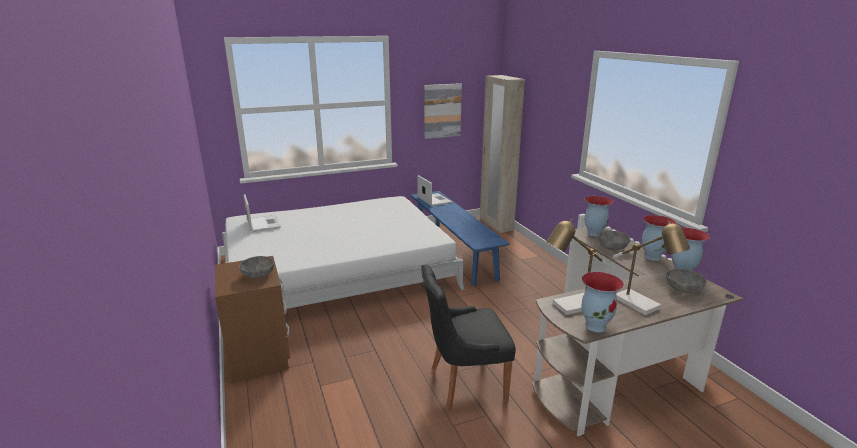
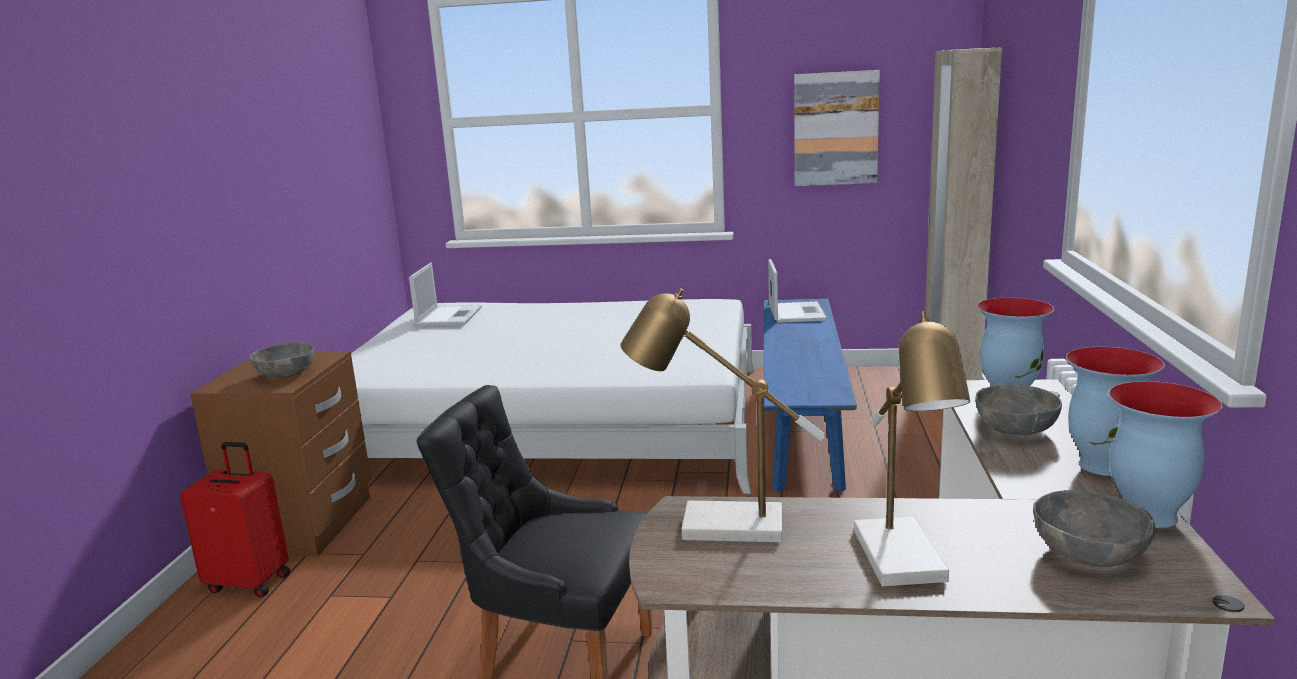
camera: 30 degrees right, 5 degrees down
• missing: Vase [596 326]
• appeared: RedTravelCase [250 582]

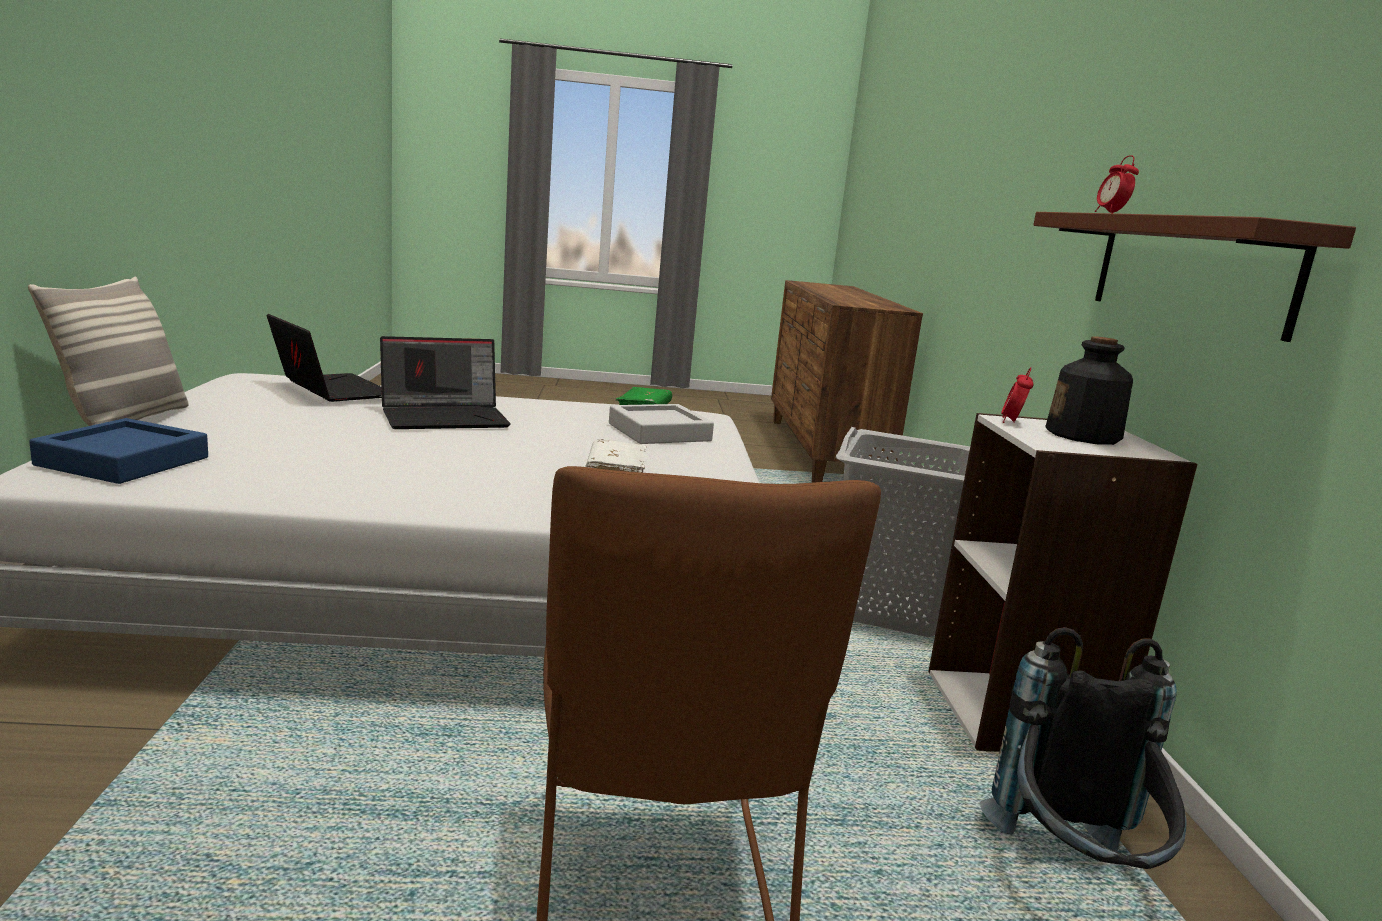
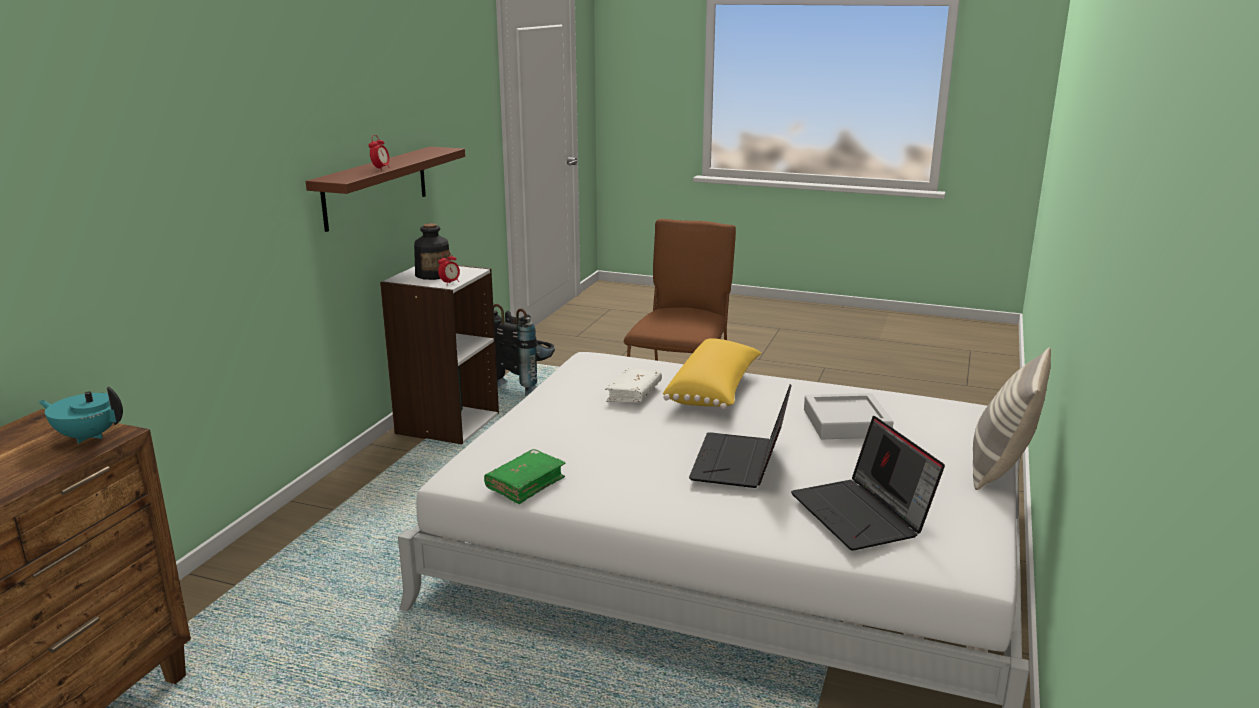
camera: 155 degrees left, 5 degrees up
• missing: BluishServingTray [123 461]
• missing: GreyWashingBasket [887 610]
• appeared: TurquoiseTeapot [88 436]
• appeared: YellowishThrowPillow [715 391]
• relocated: GreyServingTray [659 432] to [846 423]
• spun: NotebookComputer [446 417] = [741 463] 75 degrees counterclockwise

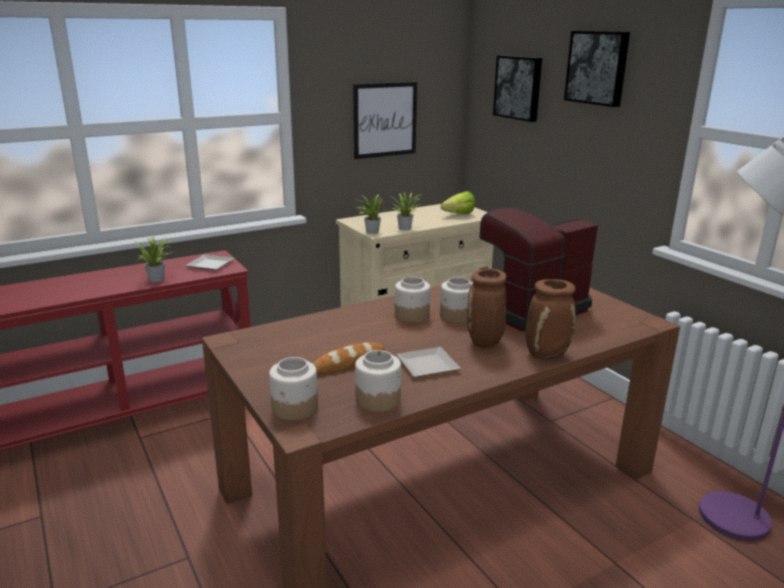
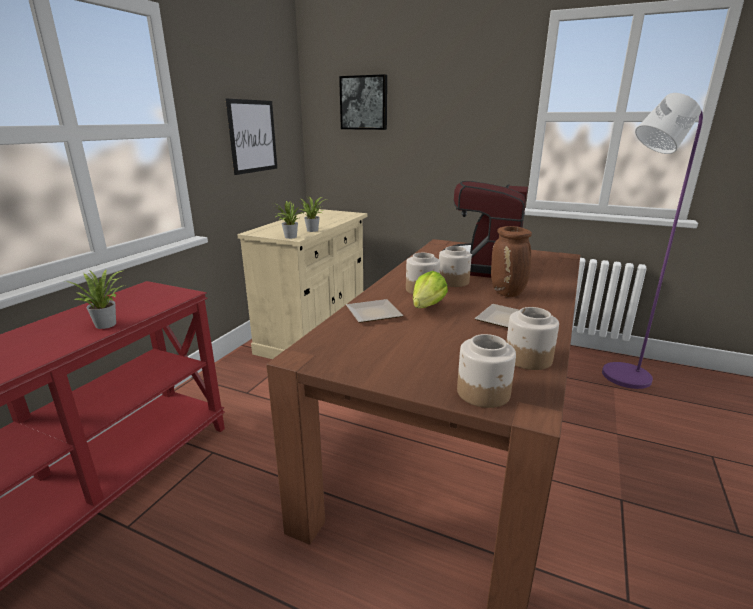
camera: 35 degrees left, 0 degrees up
• missing: Bread [348 362]
• missing: BrownColouredVase [547 354]
• missing: WallPicture [598 67]
• relocated: DinnerPlate [210 264] to [371 313]
• relocated: HeadOfLettuce [455 215] to [424 309]

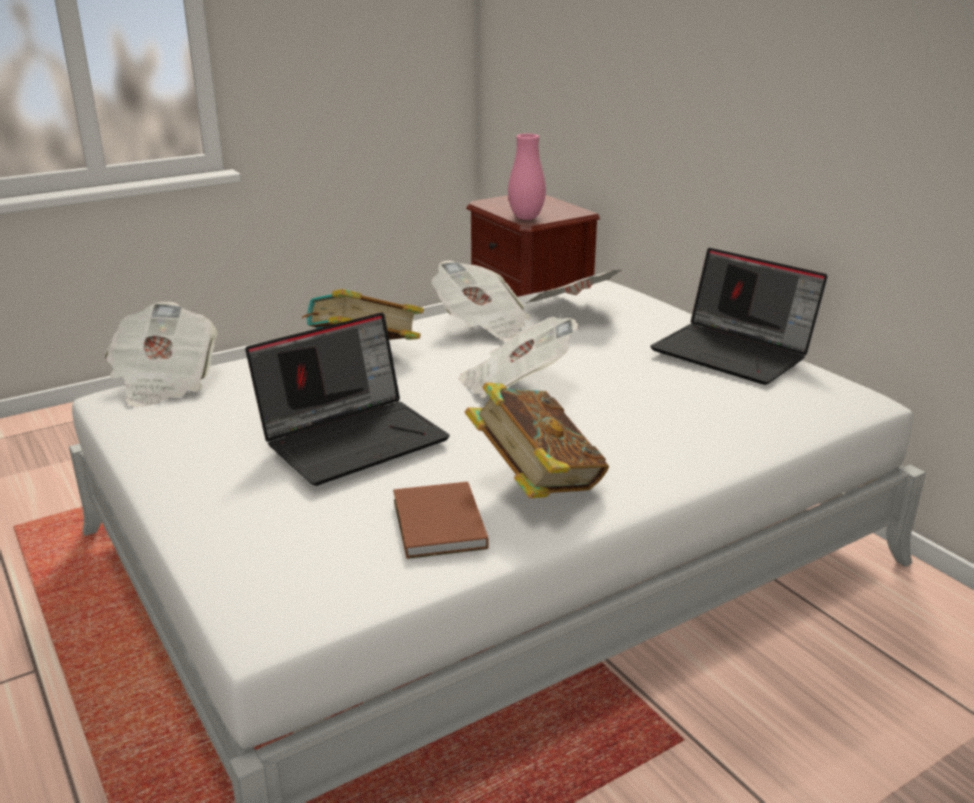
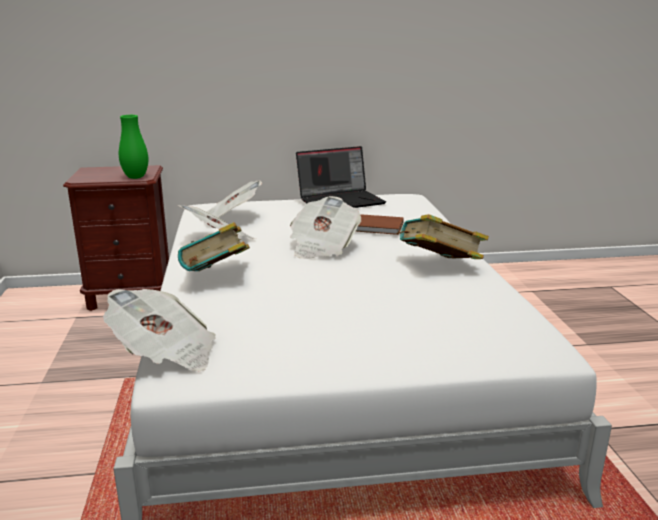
camera: 65 degrees left, 5 degrees down
• missing: NotebookComputer [354 437]
• relocated: BrownColouredVolume [437 525] to [378 227]
• colour: PinkVase [526 218] to GreenVase [136 177]

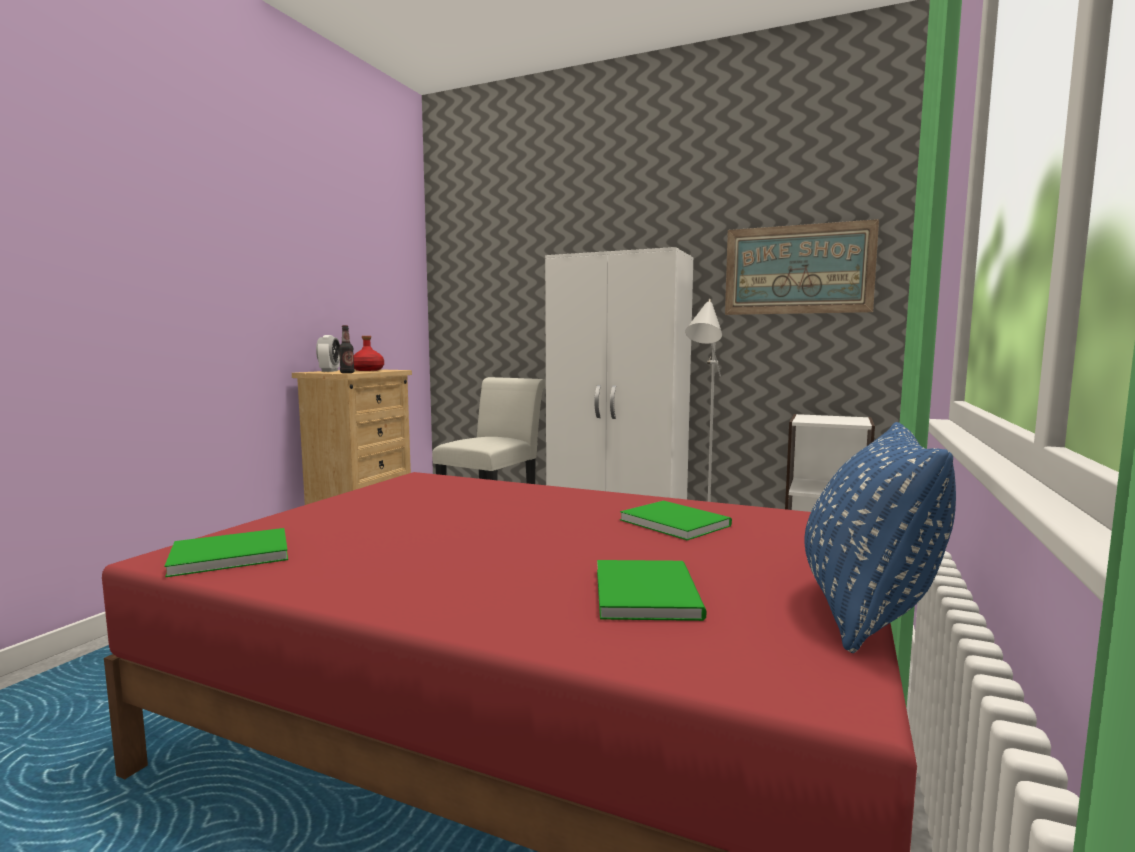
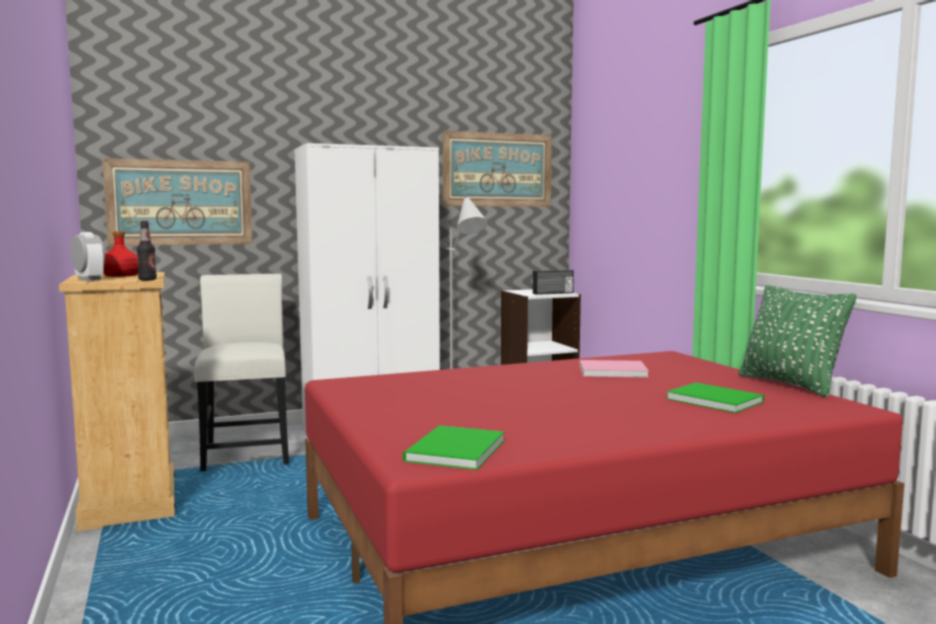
camera: 45 degrees left, 0 degrees up
• appeared: WallPicture [180 202]
• appeared: Radio [553 293]
• colour: GreenVolume [674 522] to PinkVolume [610 371]
• colour: BluishThrowPillow [866 611] to GreenThrowPillow [790 384]

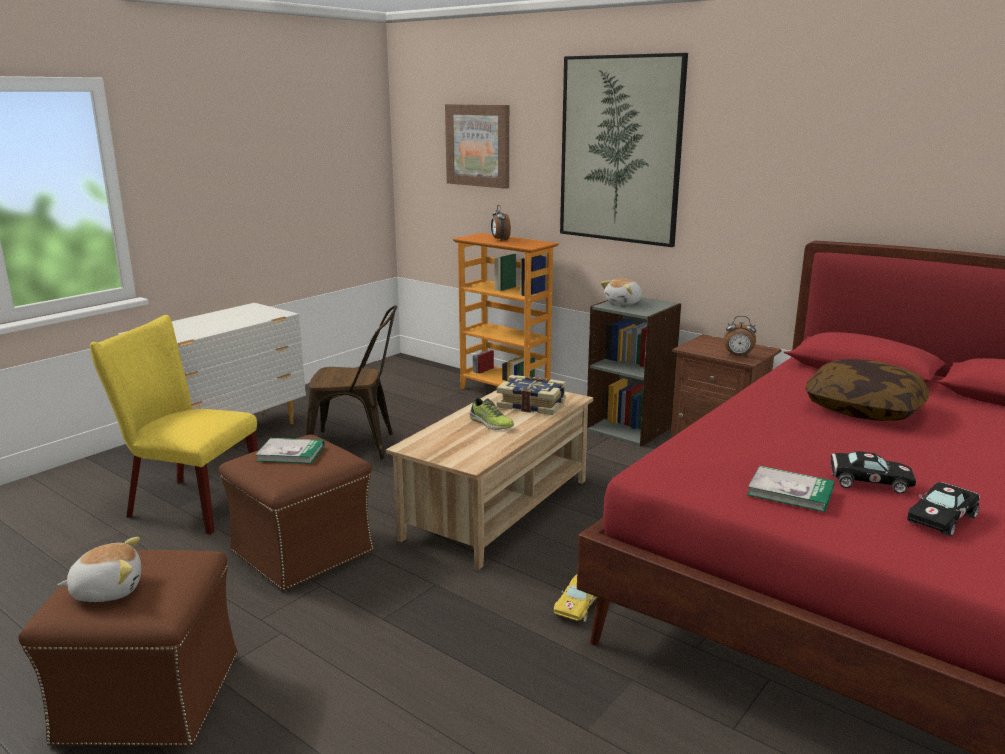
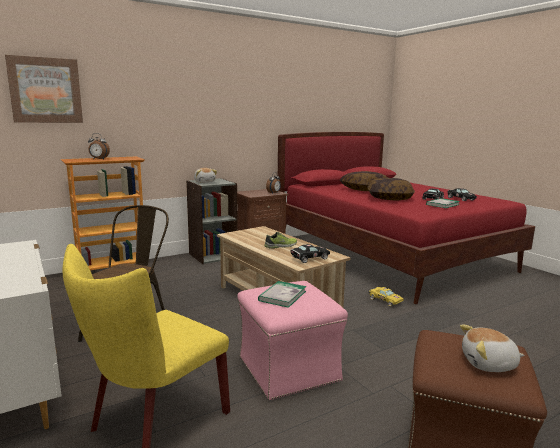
camera: 70 degrees left, 5 degrees down
• missing: Volume [532 404]
• missing: WallPicture [620 150]
• appeared: BlackToyCar [308 258]
• appeared: ThrowPillow [389 198]
• colour: BrownColouredOttoman [303 551] to PinkOttoman [288 368]
• spun: CuddlyToy [108 590] = [489 364] 90 degrees counterclockwise

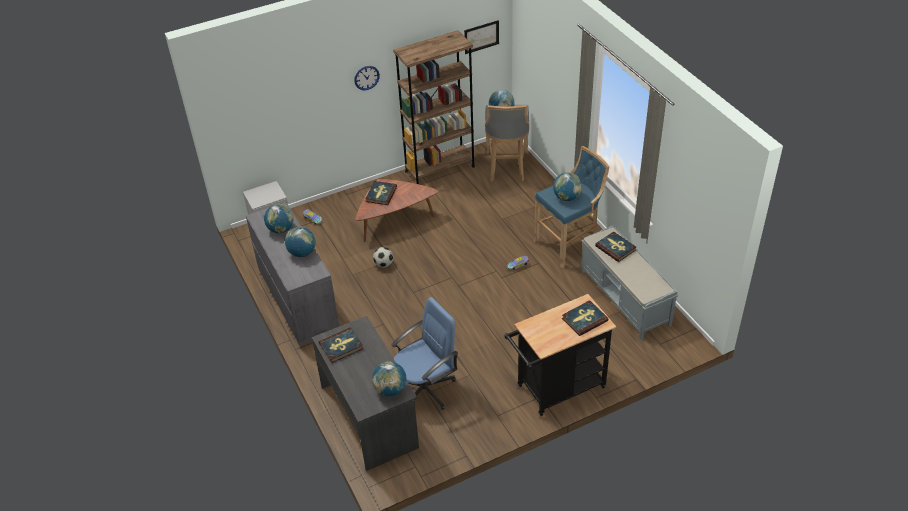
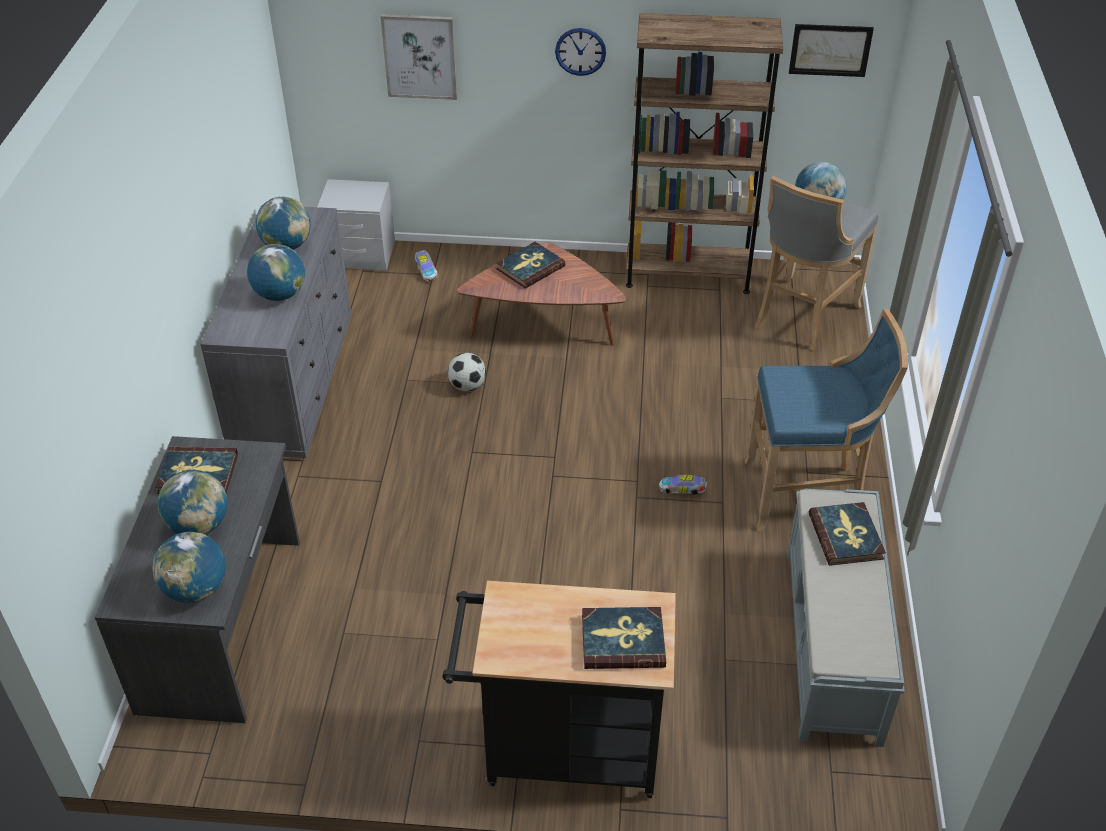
camera: 30 degrees right, 0 degrees up
• missing: BluishOfficeChair [425 389]
• appeared: WallPicture [420 56]
• relocated: Globe [566 197] to [199 525]

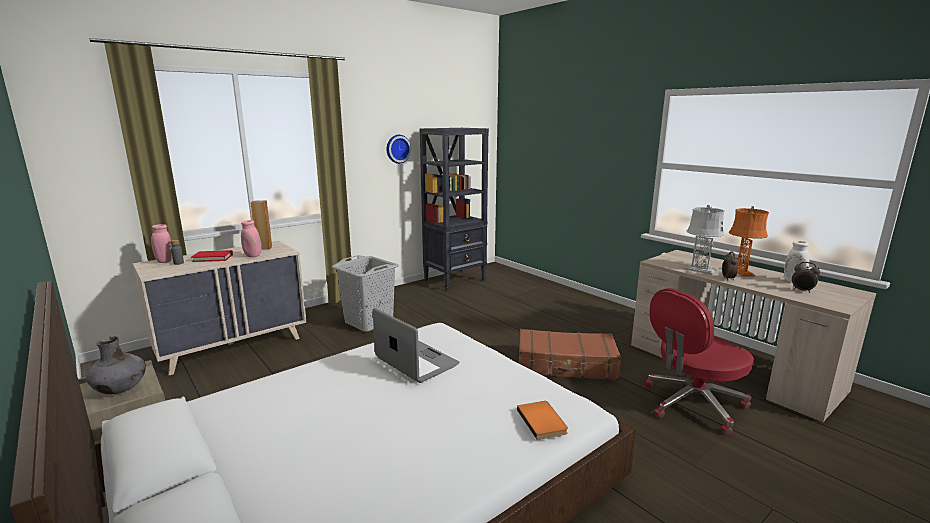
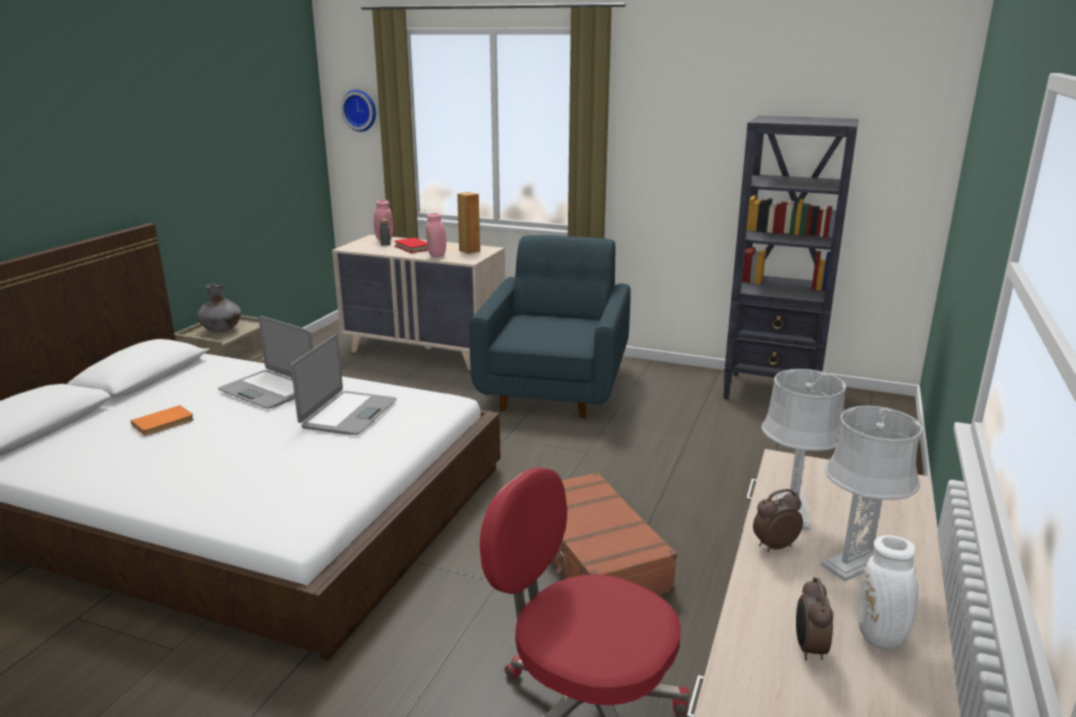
camera: 60 degrees right, 5 degrees up
• appeared: NotebookComputer [268 390]
• relocated: HangingClock [397 149] to [360 110]
• relocated: OrangeyVolume [543 421] to [164 423]
• exchanged: GreyWashingBasket [369 322] to BluishEasyChair [554 387]
• colour: OrangeyTableLamp [741 272] to GreyTableLamp [856 562]

